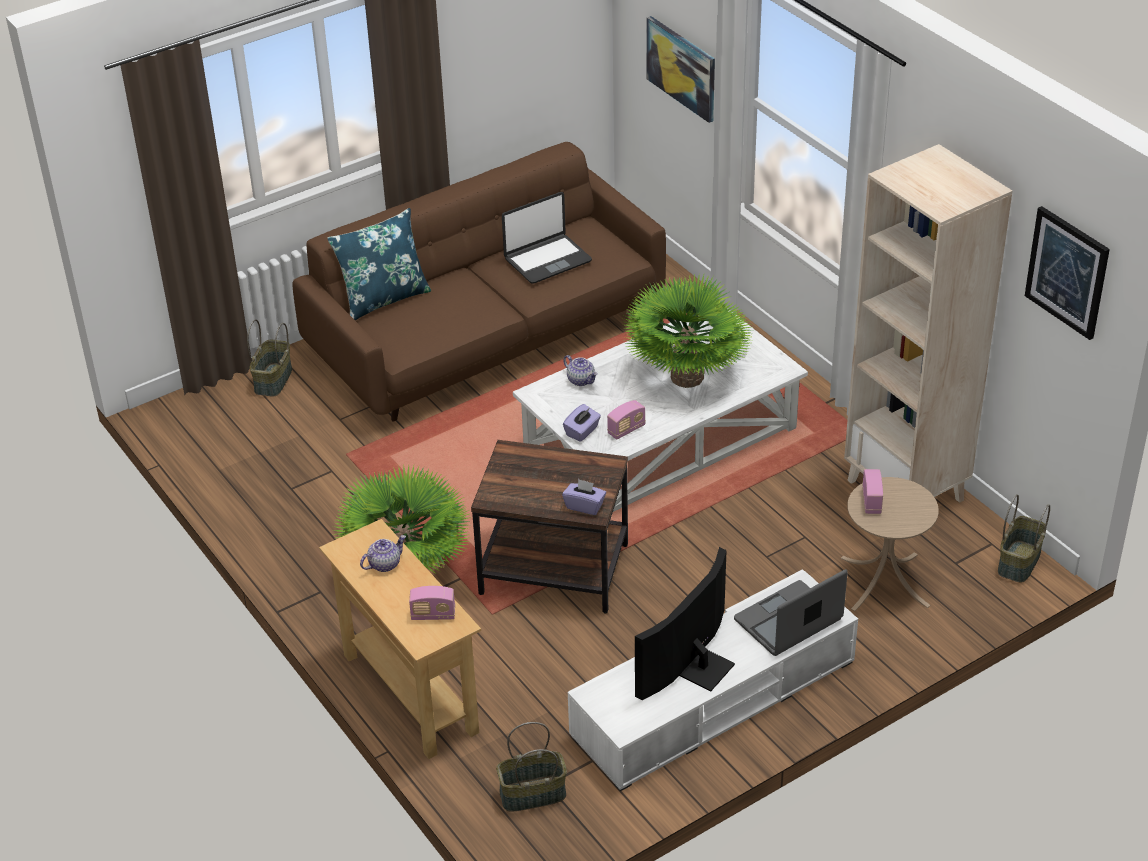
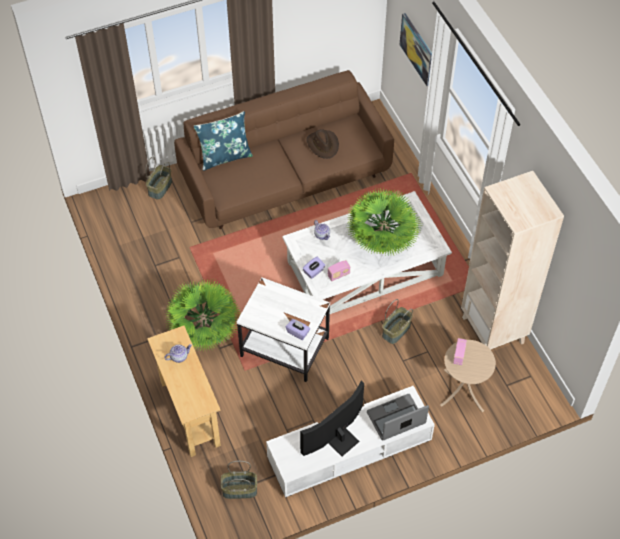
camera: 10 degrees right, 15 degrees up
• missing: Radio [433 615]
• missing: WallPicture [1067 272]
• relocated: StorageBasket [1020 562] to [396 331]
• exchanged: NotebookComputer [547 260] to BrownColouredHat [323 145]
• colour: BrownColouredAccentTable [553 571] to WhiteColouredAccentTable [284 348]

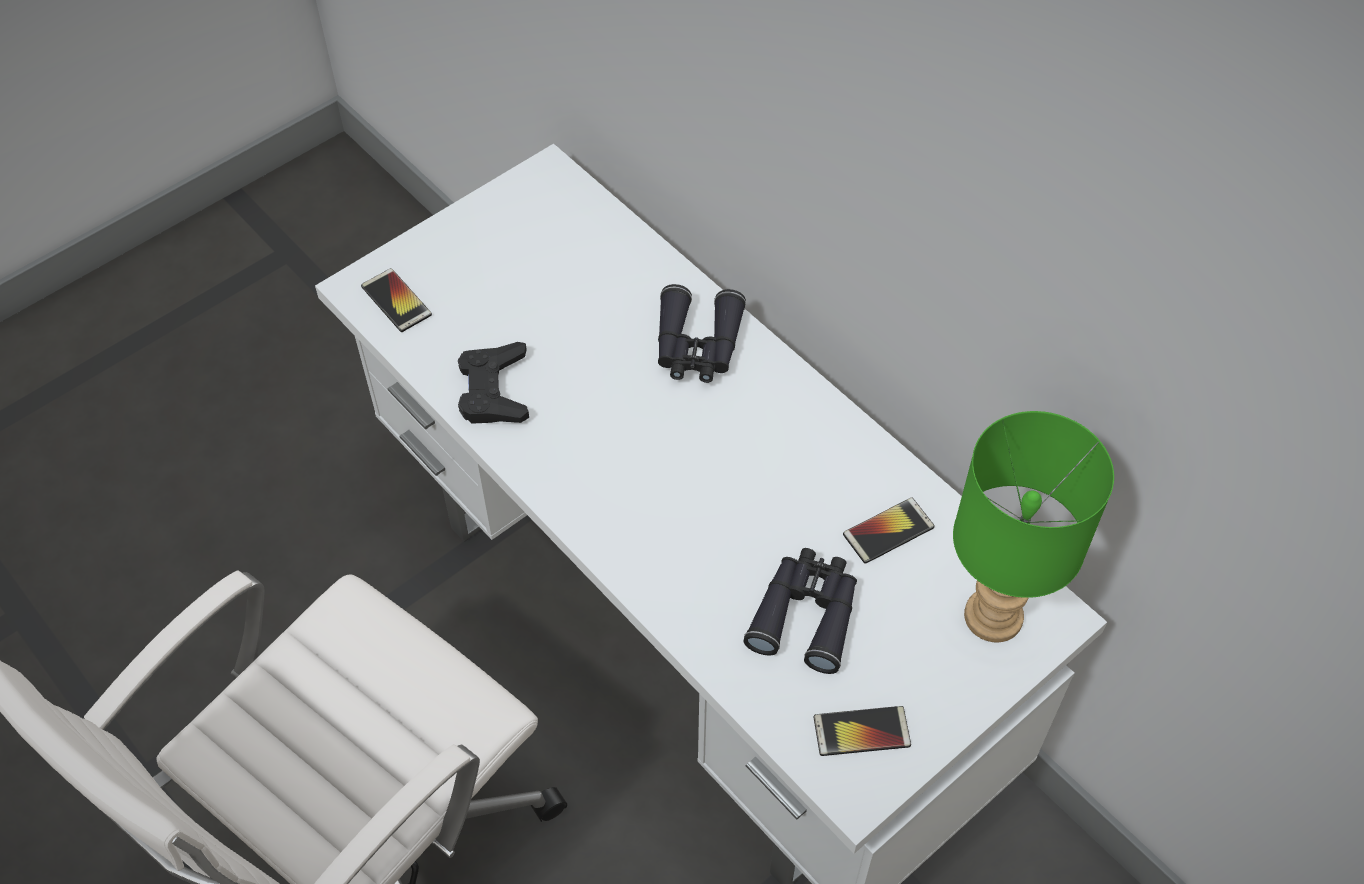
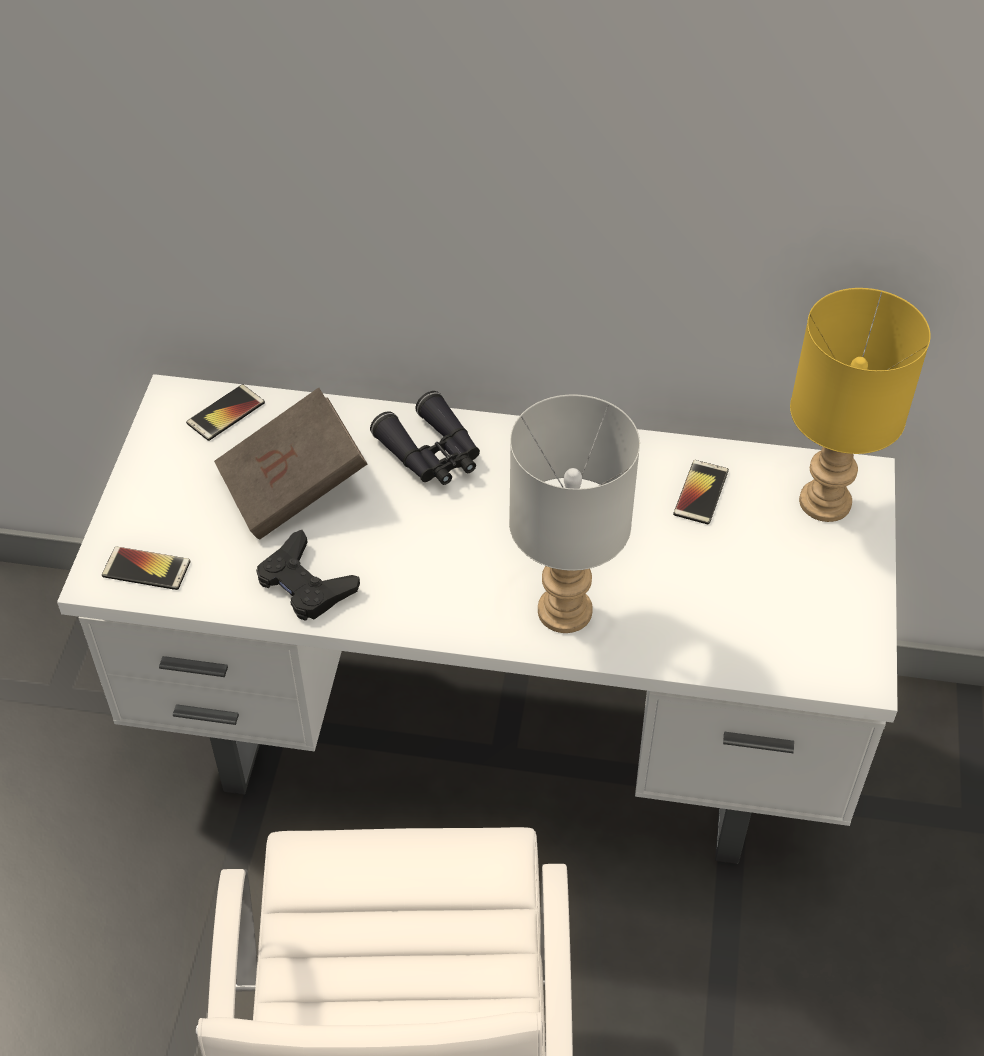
camera: 40 degrees left, 5 degrees down
• missing: BlackFieldGlasses [806 614]
• appeared: BrownColouredVolume [293 487]
• appeared: GreyTableLamp [563 609]
• relocated: Handset [861 731] to [226 413]
• colour: GreenTableLamp [996 616] to YellowishTableLamp [826 501]

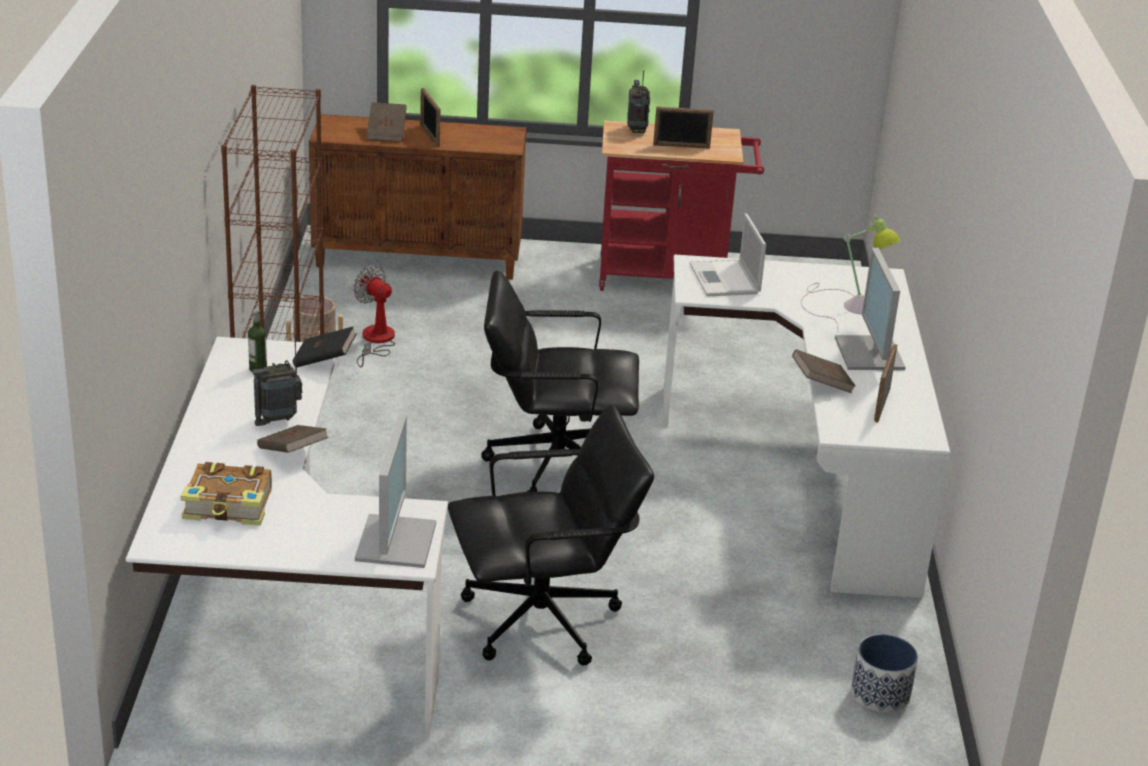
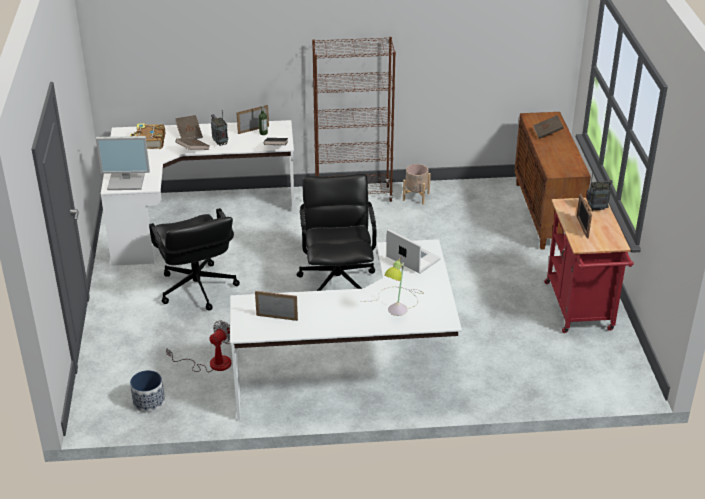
camera: 85 degrees right, 5 degrees up
• missing: ComputerScreen [871 354]
• relocated: CoolingFan [376 341] to [212 363]
• relocated: PhotoFrame [429 135] to [253 129]
• relocated: BrownColouredVolume [821 384] to [189 134]
• spun: NotebookComputer [725 280] = [412 258] 60 degrees clockwise

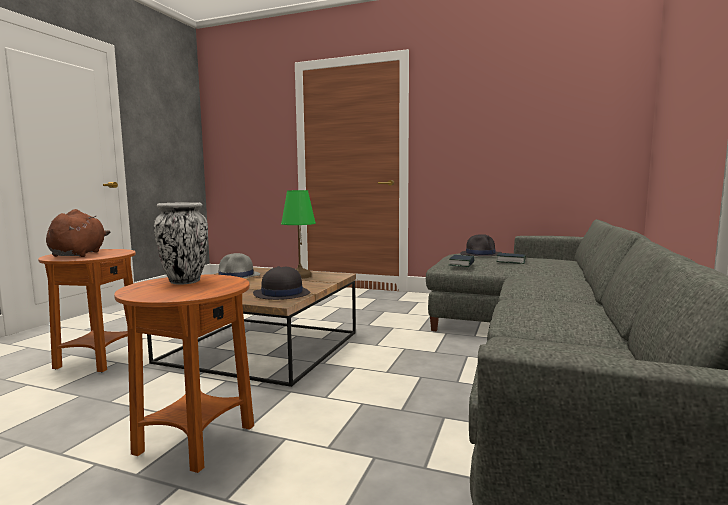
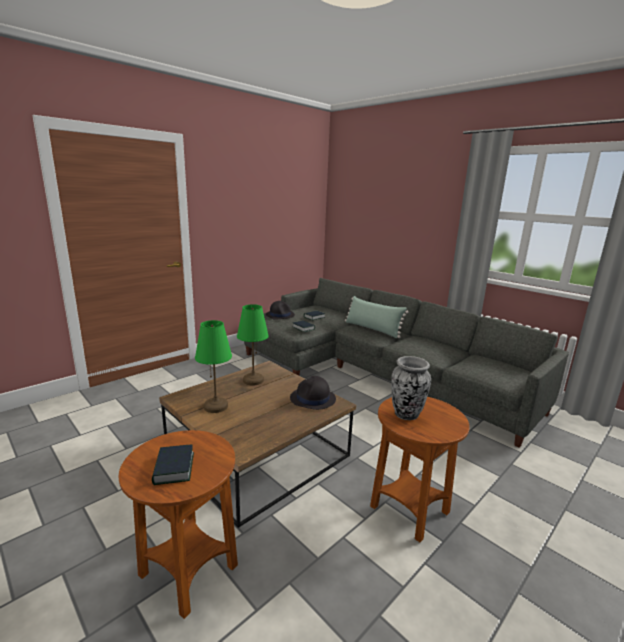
camera: 65 degrees left, 10 degrees up
• appeared: GreenThrowPillow [372 329]
• exchanged: BrownColouredCuddlyToy [79 254] to Volume [174 468]
• exchanged: GreyHat [236 276] to GreenTableLamp [216 406]

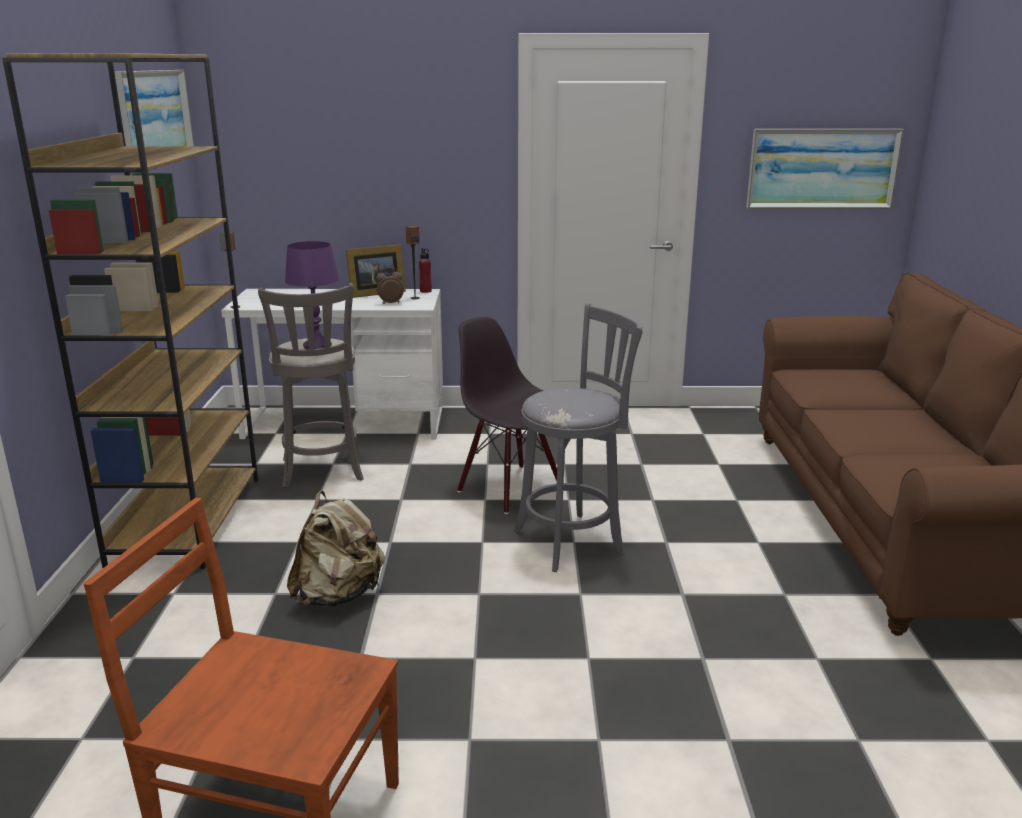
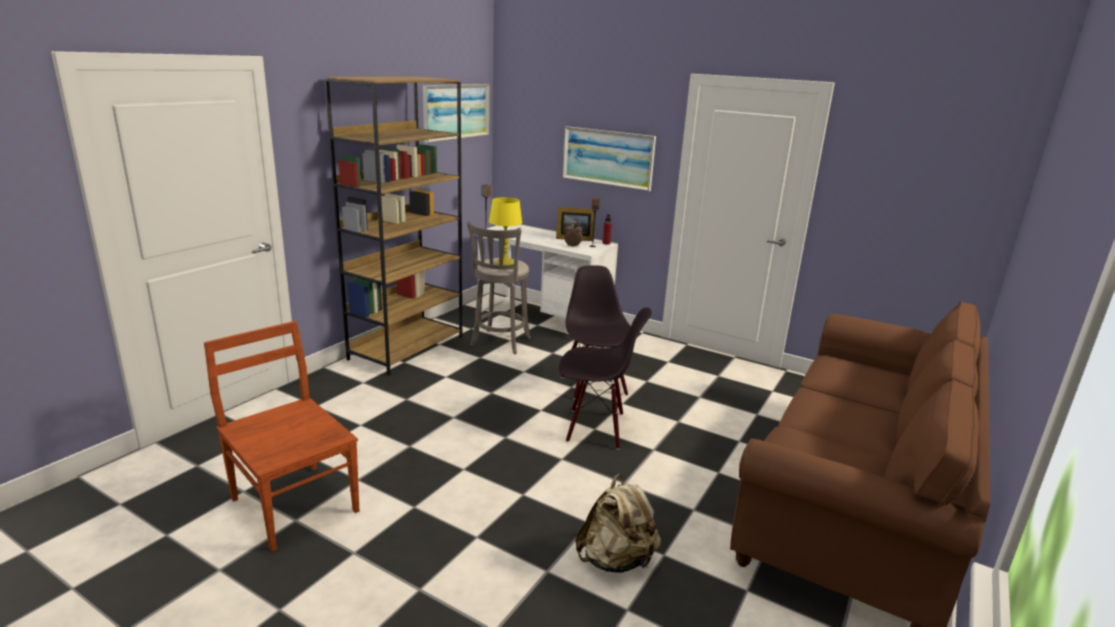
camera: 30 degrees right, 0 degrees up
• relocated: SandColouredRucksack [338 595] to [616 560]
• relocated: WallPicture [822 168] to [608 157]
• exchanged: GreyStoolSeat [574 540] to BlackChair [595 428]
• colour: PurpleTableLamp [317 346] to YellowishTableLamp [504 263]

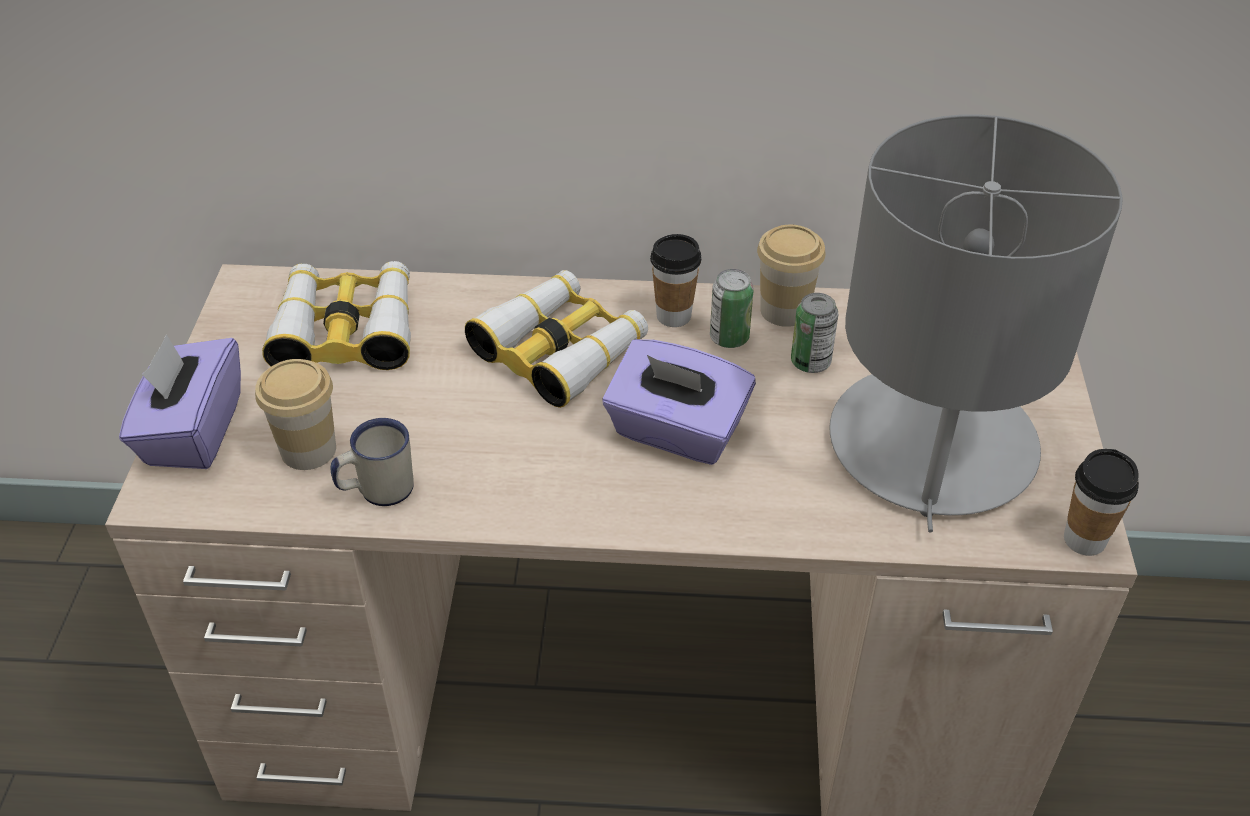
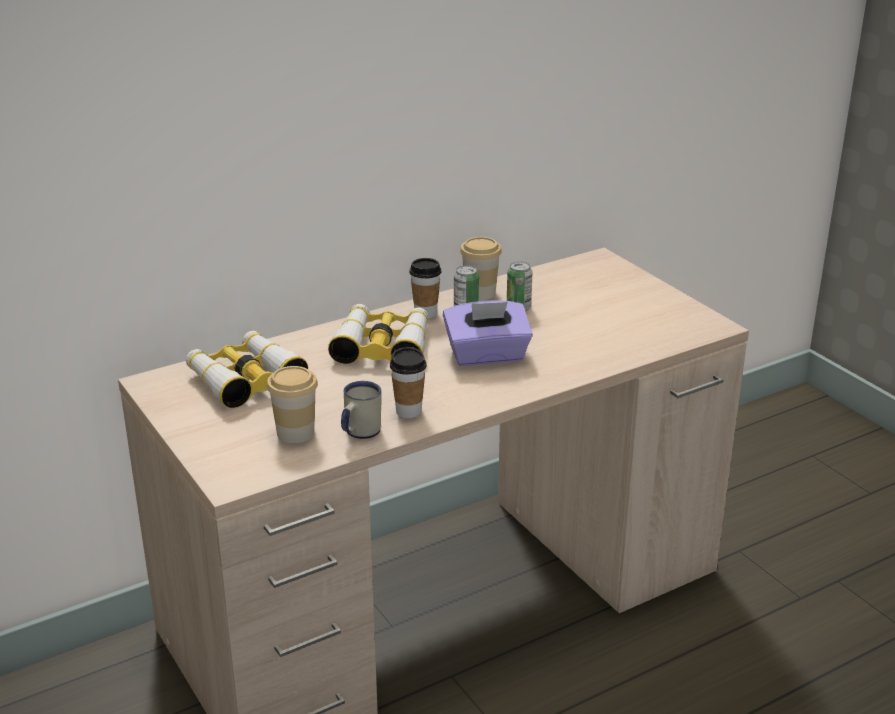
camera: 35 degrees left, 15 degrees down
• missing: PurpleBoxOfTissues [192 431]
• missing: GreyTableLamp [932 445]
• relocated: SmallCup [1084 540] to [408 411]

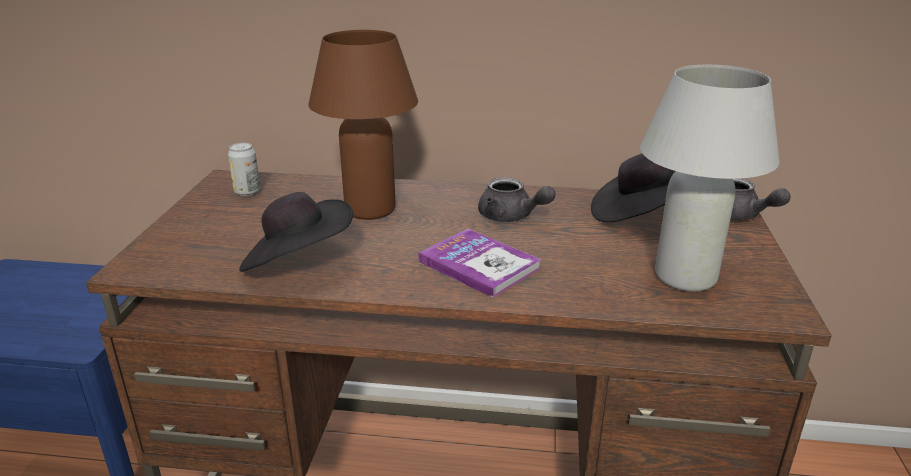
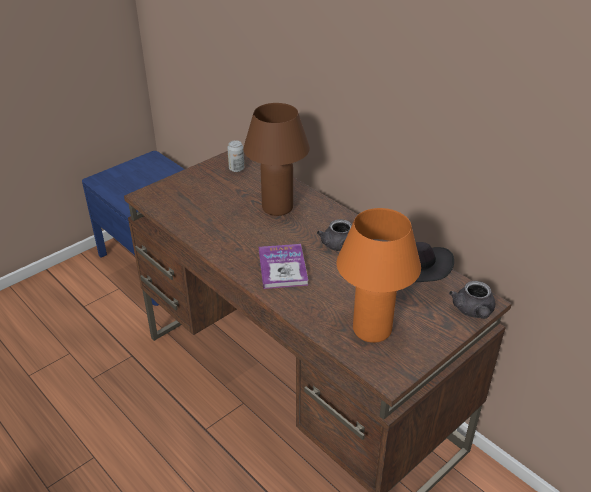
camera: 40 degrees right, 10 degrees up
• missing: BlackHat [298 262]
• colour: WhiteColouredTableLamp [685 277] to OrangeyTableLamp [372 330]

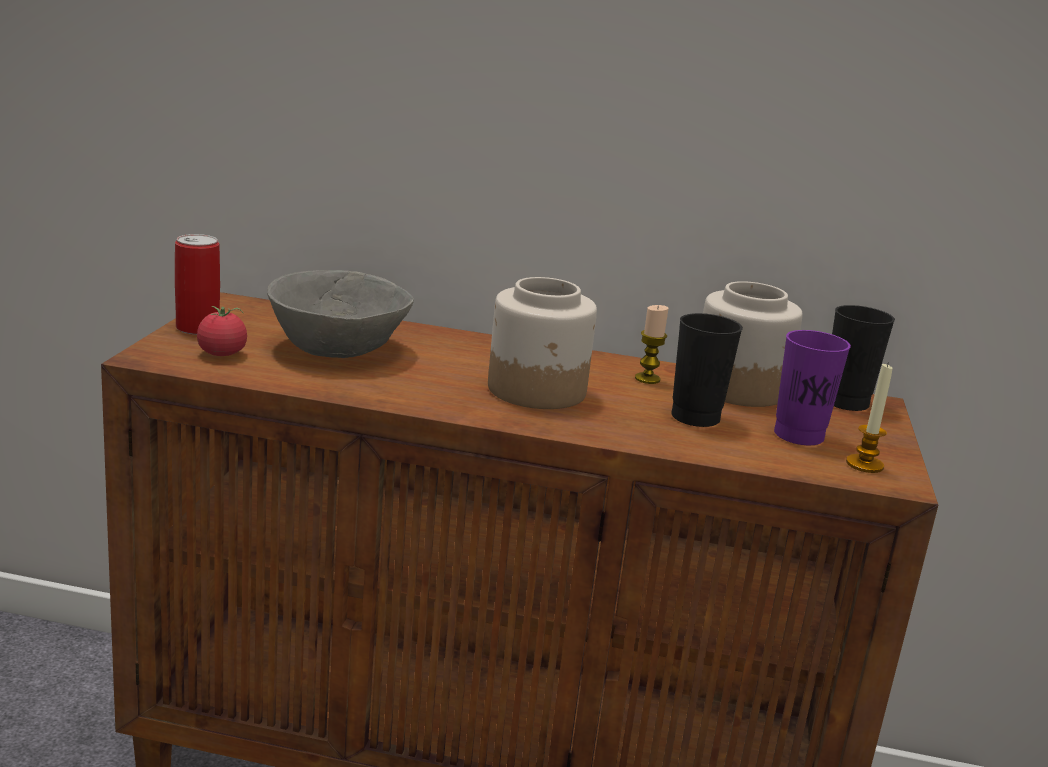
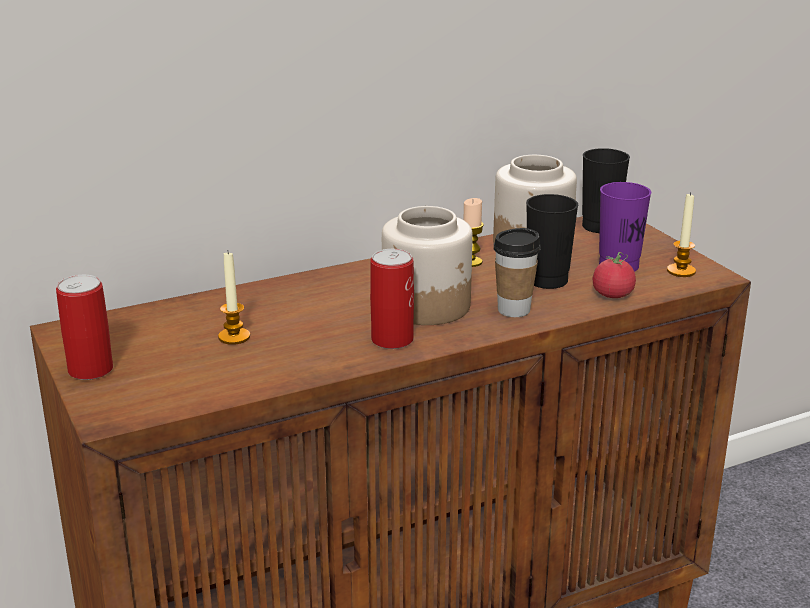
camera: 35 degrees left, 5 degrees up
• appeared: MetalCan [392 340]
• appeared: SmallCup [513 310]
• relocated: Tomato [222 354] to [612 295]
• exchanged: GreyDeepDish [336 349] to WaxLight [234 337]

